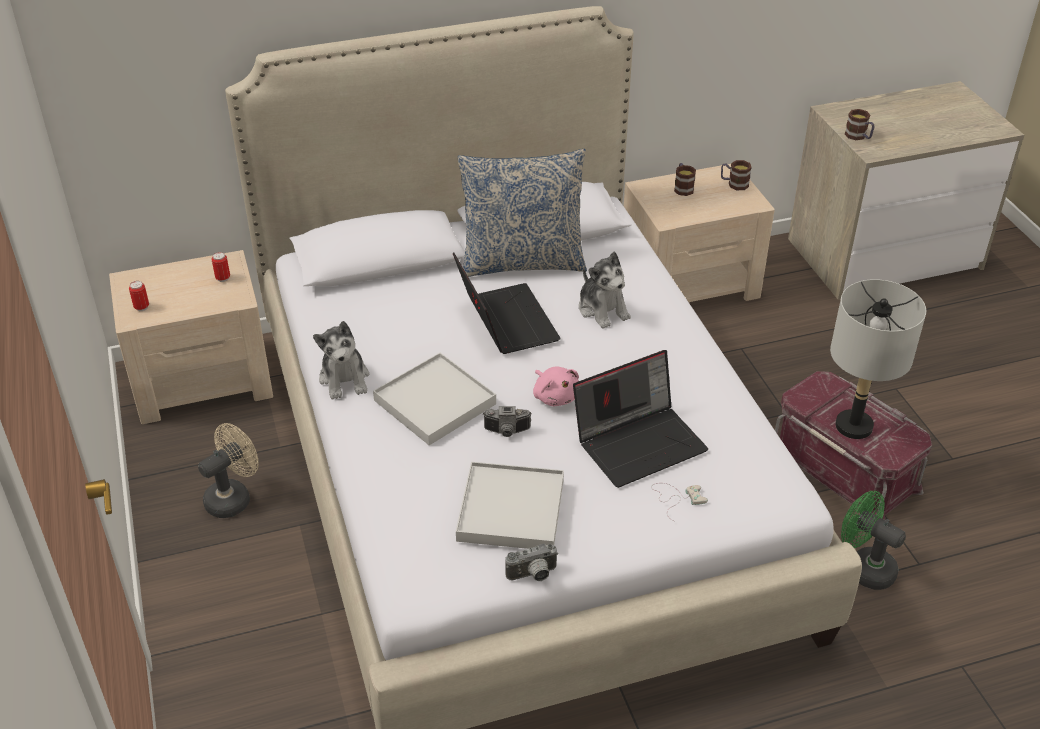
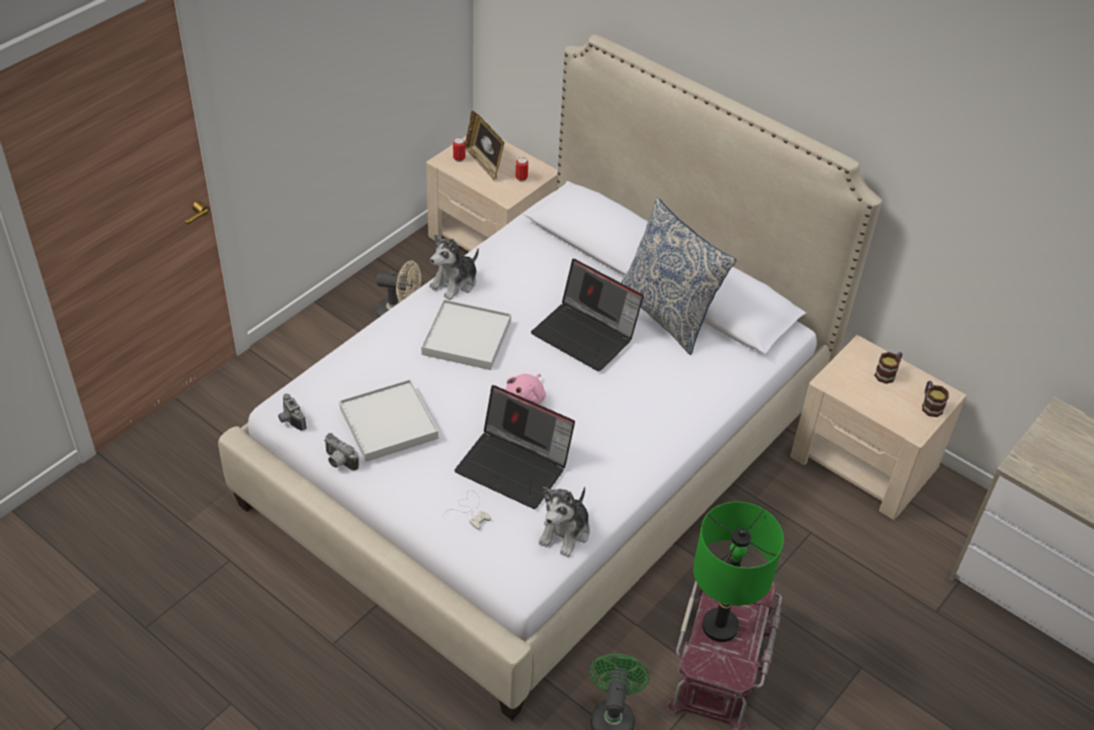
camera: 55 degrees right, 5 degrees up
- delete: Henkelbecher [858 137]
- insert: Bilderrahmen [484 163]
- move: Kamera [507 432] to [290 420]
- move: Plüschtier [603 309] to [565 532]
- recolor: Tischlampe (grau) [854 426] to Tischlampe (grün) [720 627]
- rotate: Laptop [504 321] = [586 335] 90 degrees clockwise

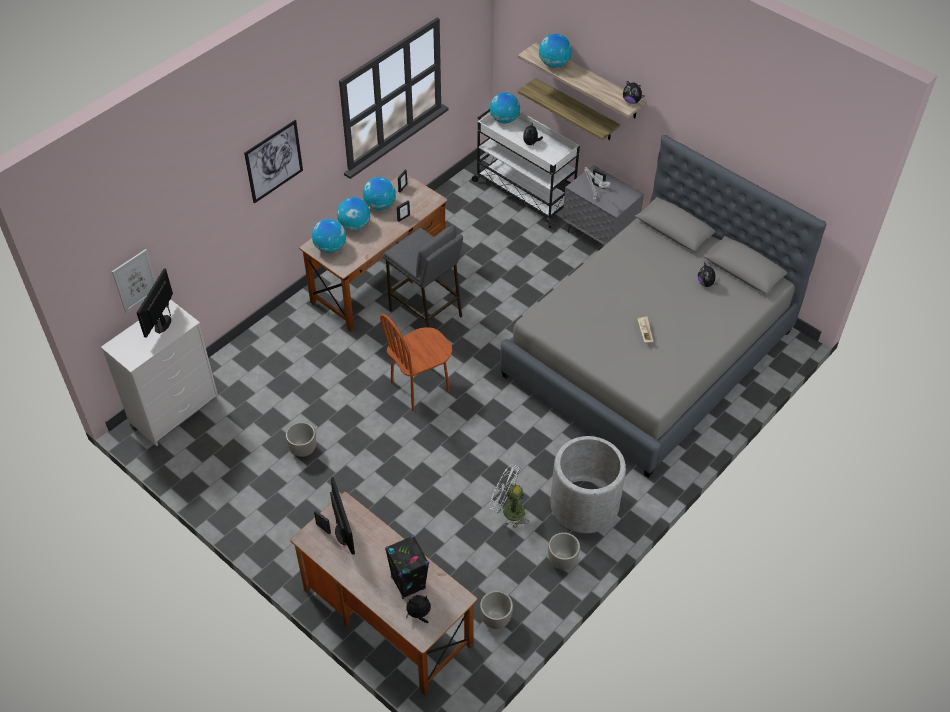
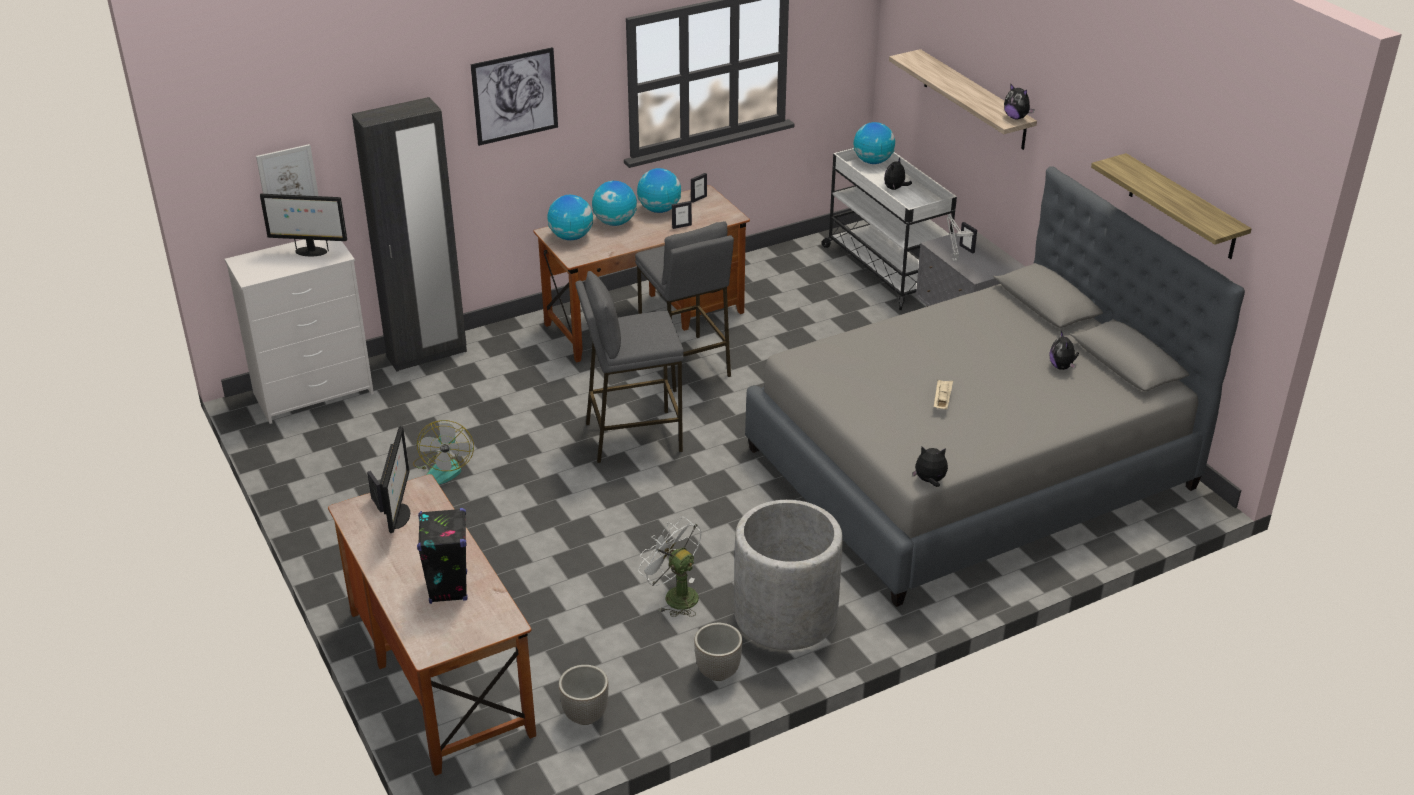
camera: 20 degrees right, 15 degrees down
- delete: Globus [554 64]
- insert: Kleiderschrank (schwarz) [427 354]
- move: Plüschtier [419 614] to [930 481]
- move: Wandregal [576 110] to [1182 207]
- replace: Pflanzkübel [303 450] to Ventilator [444 468]
- replace: Stuhl (braun) [420 387] to Hocker (grau) [632 436]
- rotate: Monitor [162 323] = [310 252] 120 degrees counterclockwise

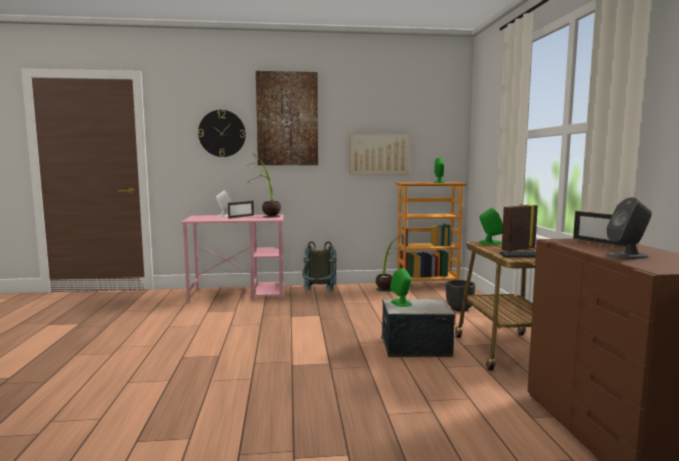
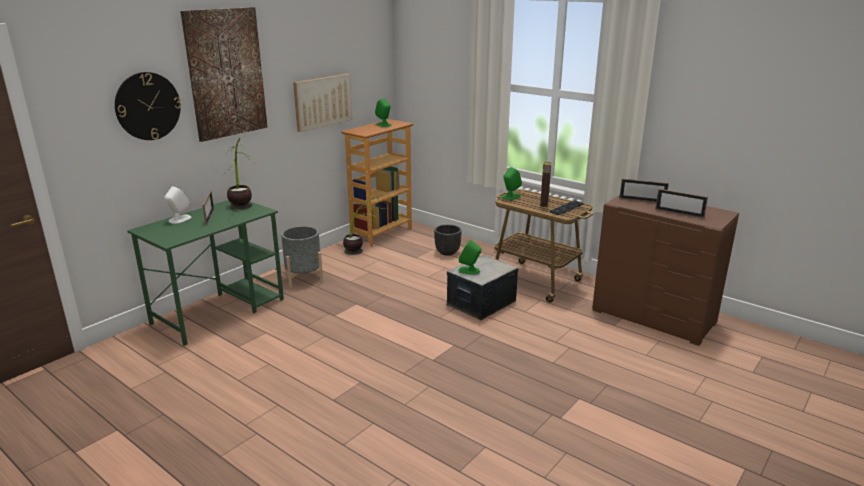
camera: 45 degrees left, 15 degrees up
- replace: Rucksack (grau) [318 293] to Pflanzkübel (grau) [304 278]
- replace: Lautsprecher (grau) [627 256] to Bilderrahmen [679 213]
- recolor: Schreibtisch (rosa) [238 294] to Schreibtisch (grün) [220 311]

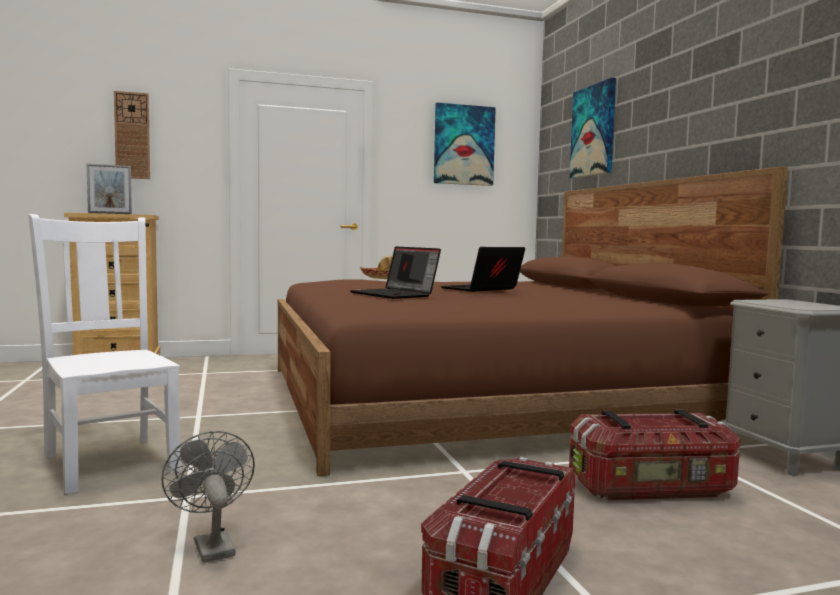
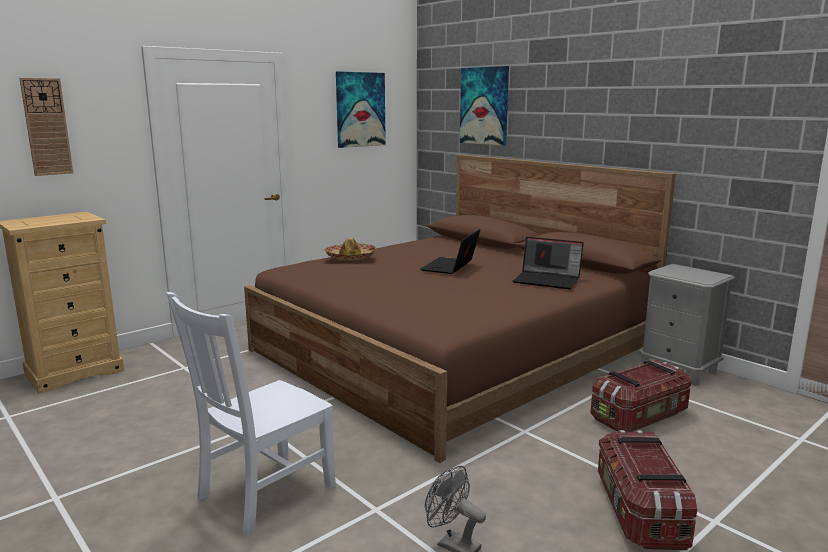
camera: 25 degrees left, 10 degrees up
- delete: Bilderrahmen [110 213]
- move: Laptop [395 295] to [548 280]
- rotate: Stuhl (weiß) [110 461] = [262 493] 75 degrees counterclockwise

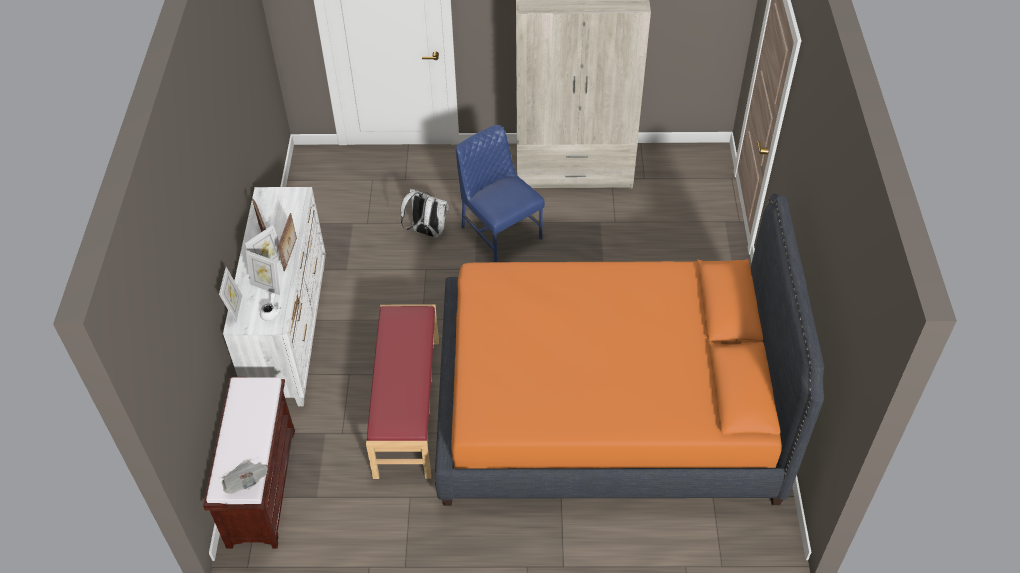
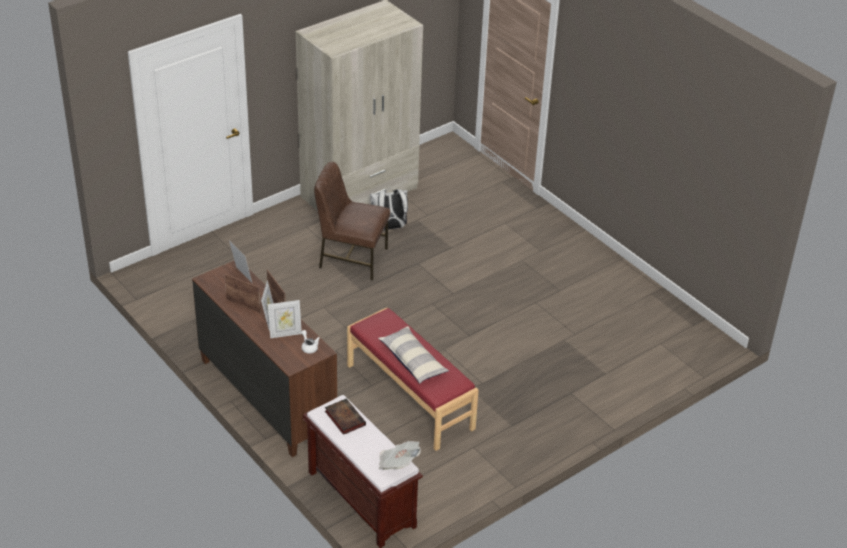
camera: 40 degrees left, 10 degrees down
- delete: Bett (orange) [607 406]
- insert: Buch [344 418]
- insert: Kissen [413 361]
- move: Bilderrahmen [235 308] to [241 276]
- move: Rucksack (weiß) [427 232] to [390 227]
- recolor: Kommode (weiß) [290 333] to Kommode (braun) [266 396]
- recolor: Stuhl (blau) [499 232] to Stuhl (braun) [352 258]

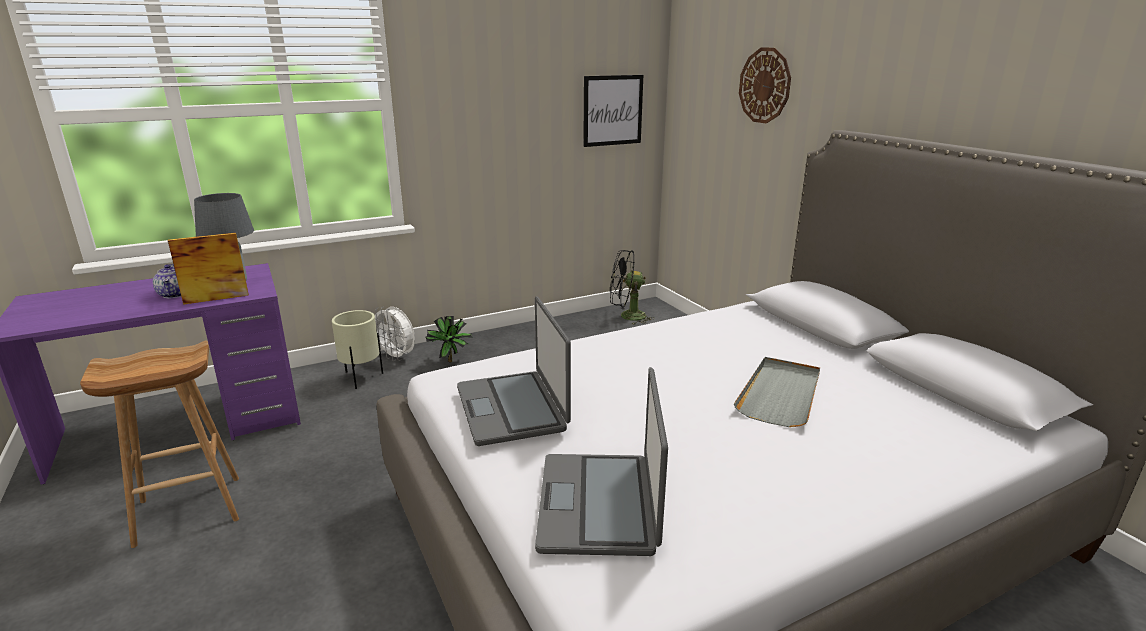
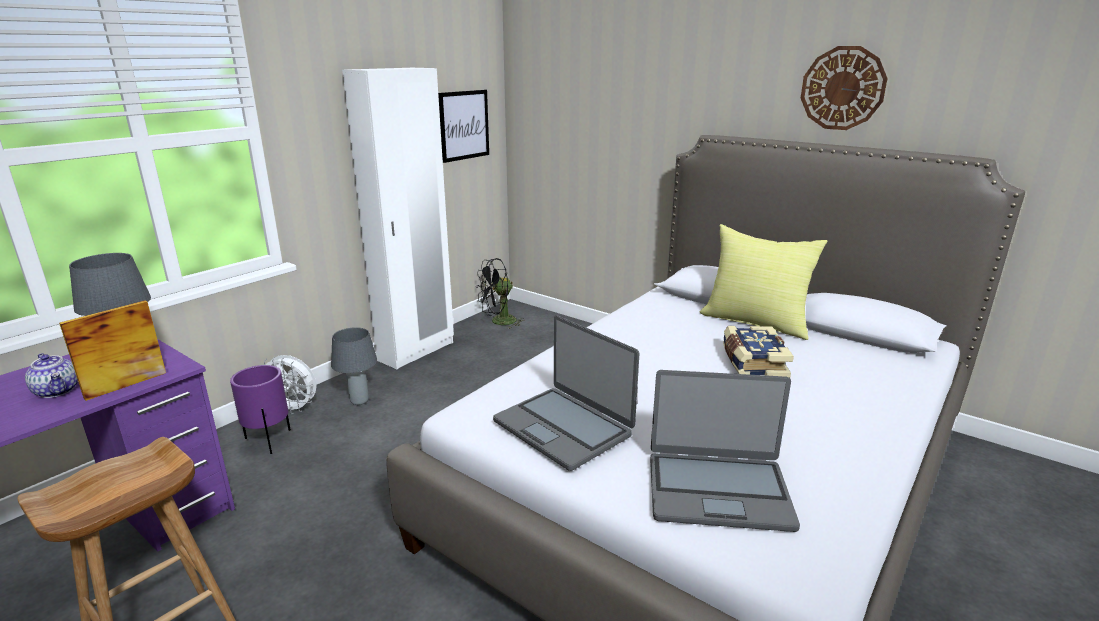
camera: 25 degrees left, 0 degrees up
- insert: Kleiderschrank (weiß) [416 351]
- insert: Kissen (gelb) [756 322]
- move: Wanduhr [764 85] to [842 88]
- replace: Topfpflanze [452 362] to Tischlampe (grau) [360 401]
- replace: Tablett (grau) [780 394] to Buch [752 363]
- recolor: Pflanzkübel (beige) [361 378] to Pflanzkübel (lila) [269 441]
- rotate: Laptop [599 504] = [718 491] 60 degrees counterclockwise

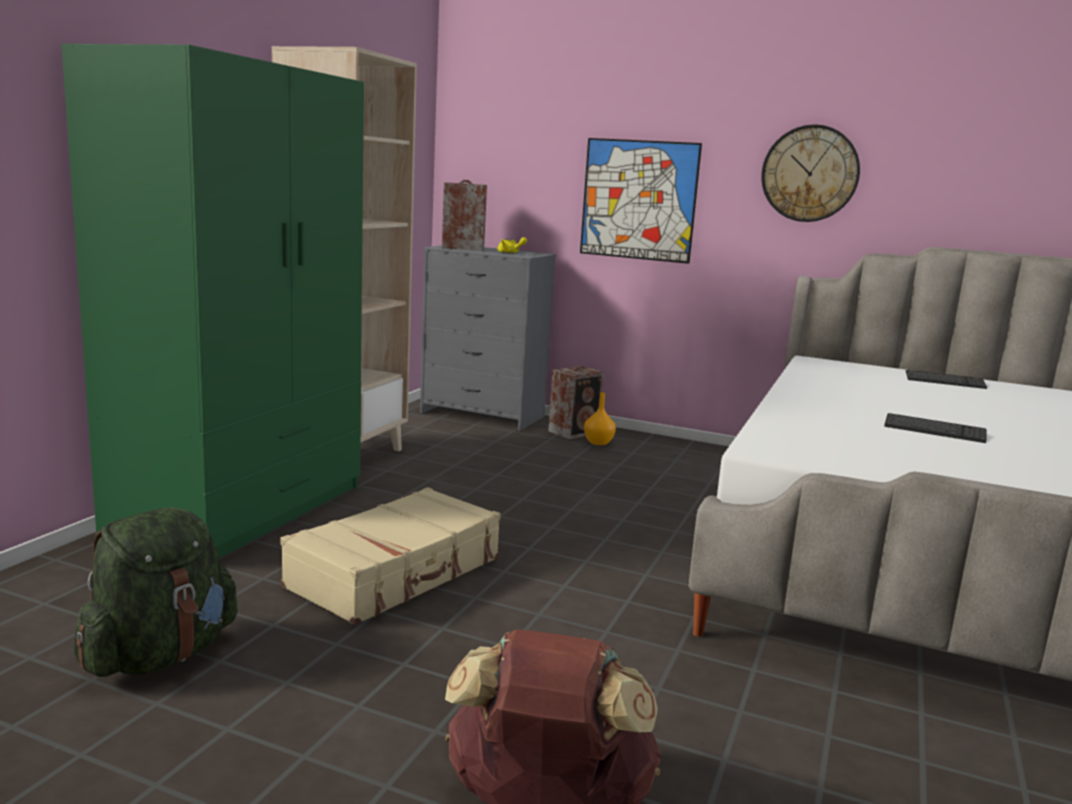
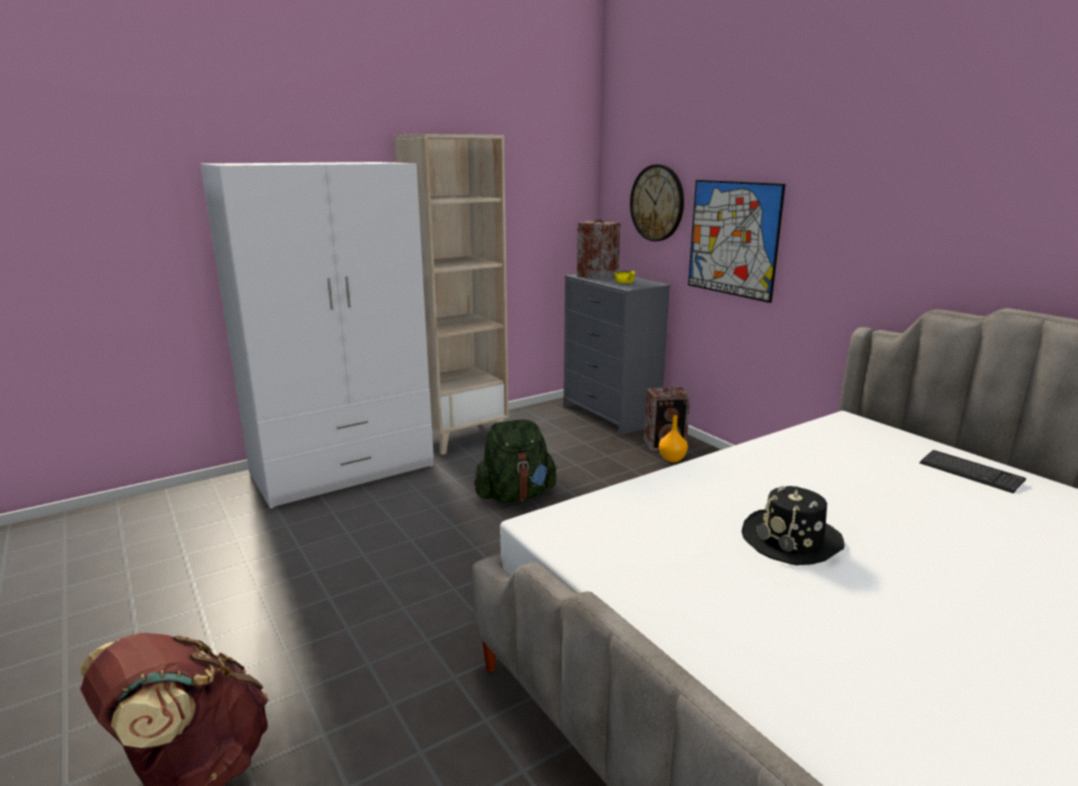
camera: 35 degrees right, 5 degrees up
- delete: Koffer (beige) [397 573]
- move: Rucksack (grün) [160 655] to [515 496]
- move: Wanduhr [810 173] to [657 203]
- replace: Tastatur [934 430] to Hut (schwarz) [792 540]
- recolor: Kleiderschrank (grün) [242 510] to Kleiderschrank (weiß) [343 469]

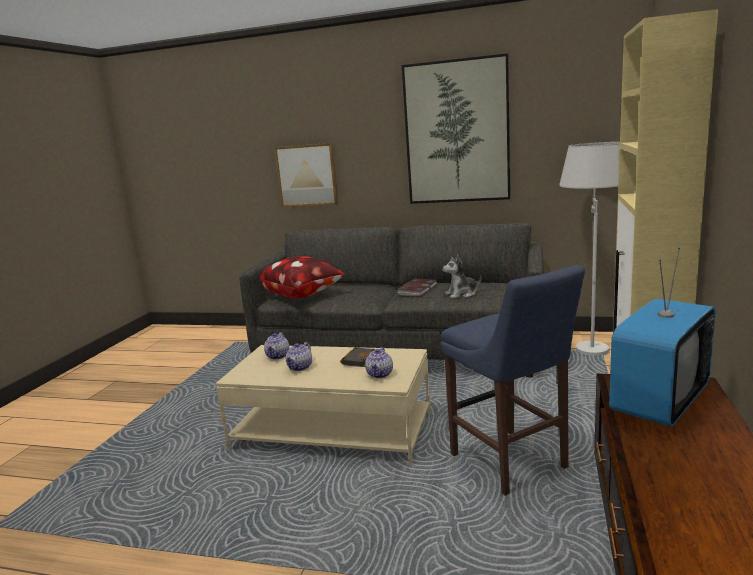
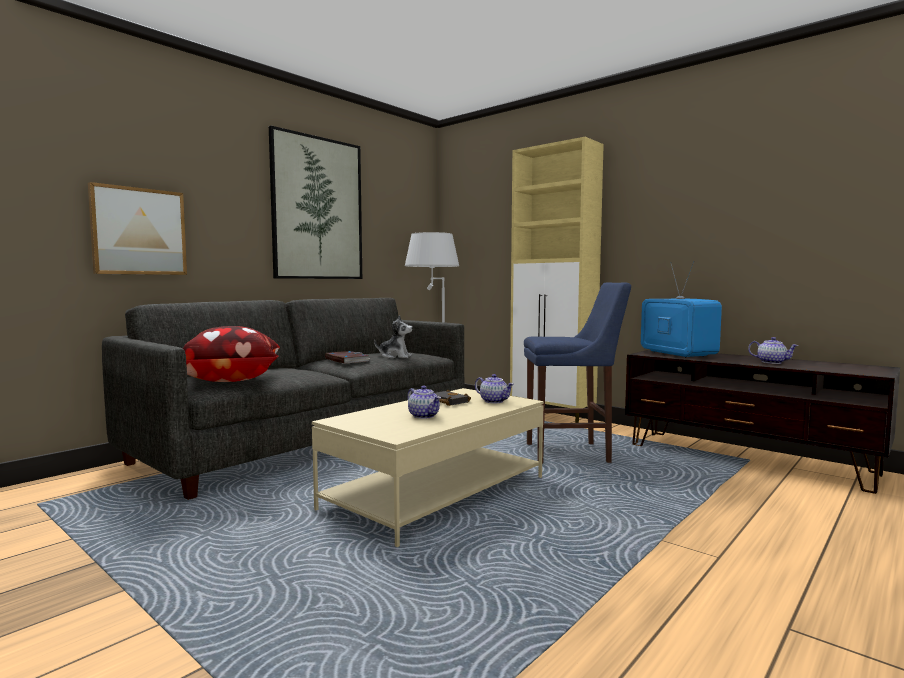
camera: 65 degrees left, 10 degrees down
- move: Teekanne [278 356] to [772 362]
- rotate: Plüschtier [461 294] = [395 356] 90 degrees counterclockwise

